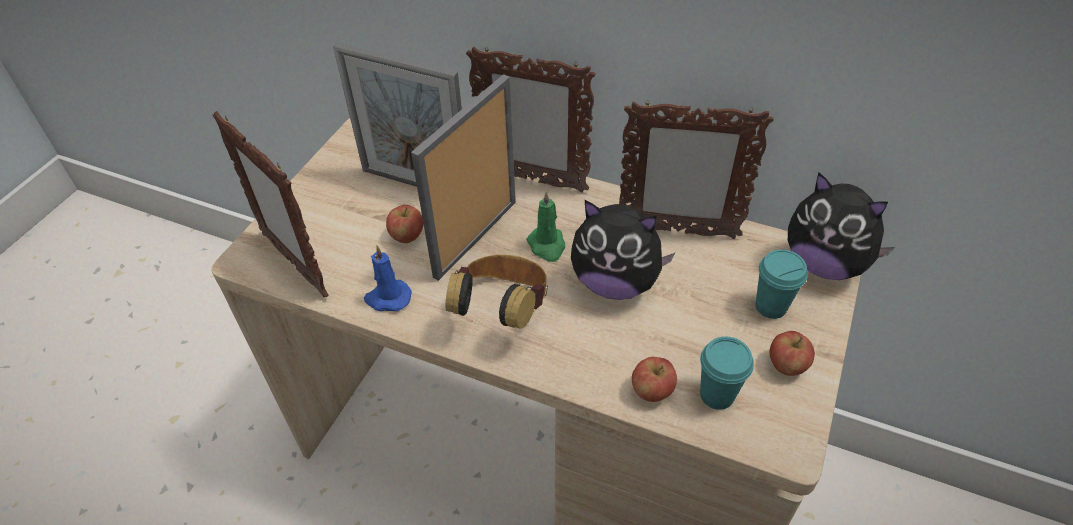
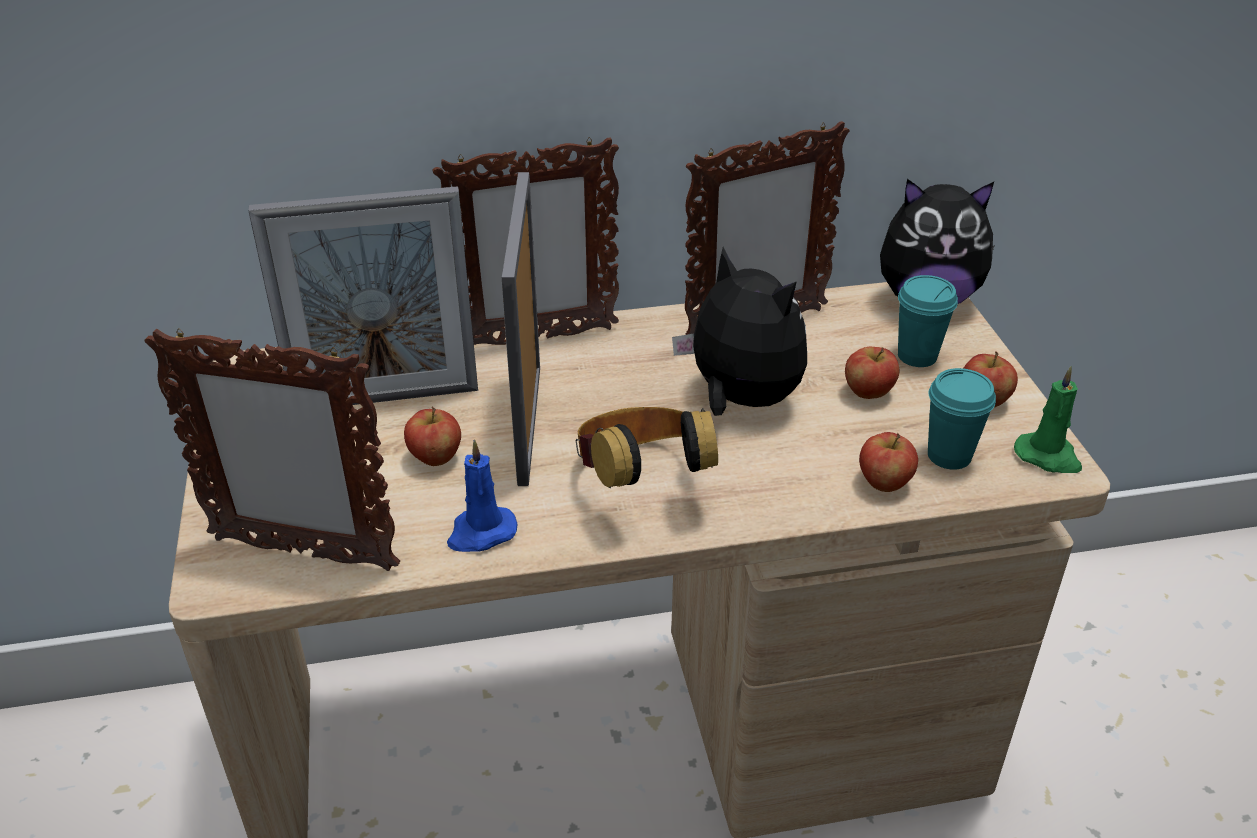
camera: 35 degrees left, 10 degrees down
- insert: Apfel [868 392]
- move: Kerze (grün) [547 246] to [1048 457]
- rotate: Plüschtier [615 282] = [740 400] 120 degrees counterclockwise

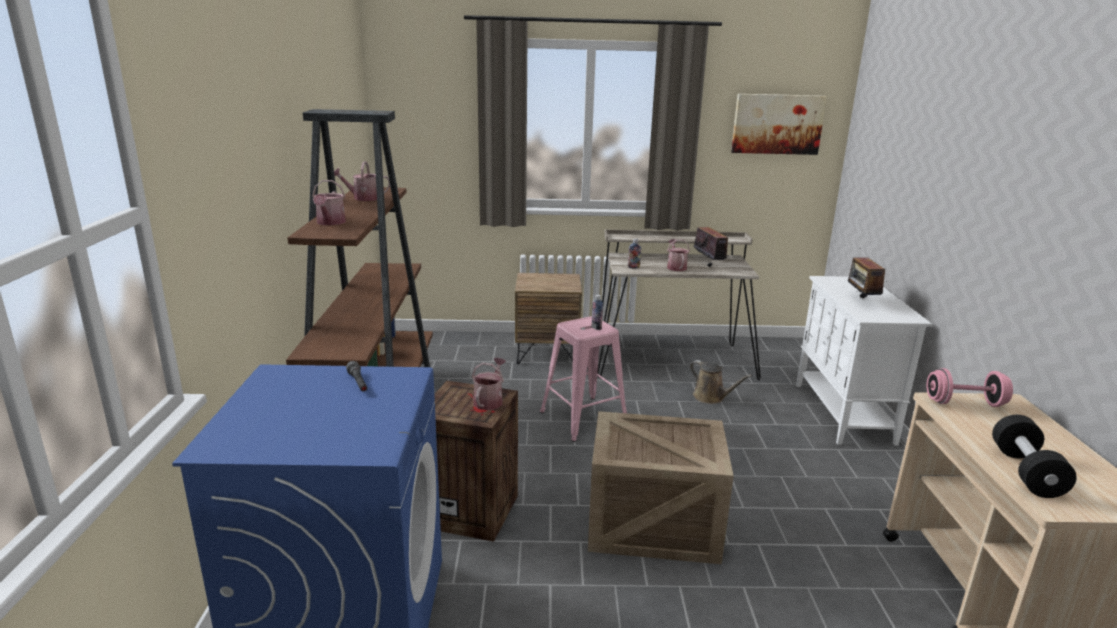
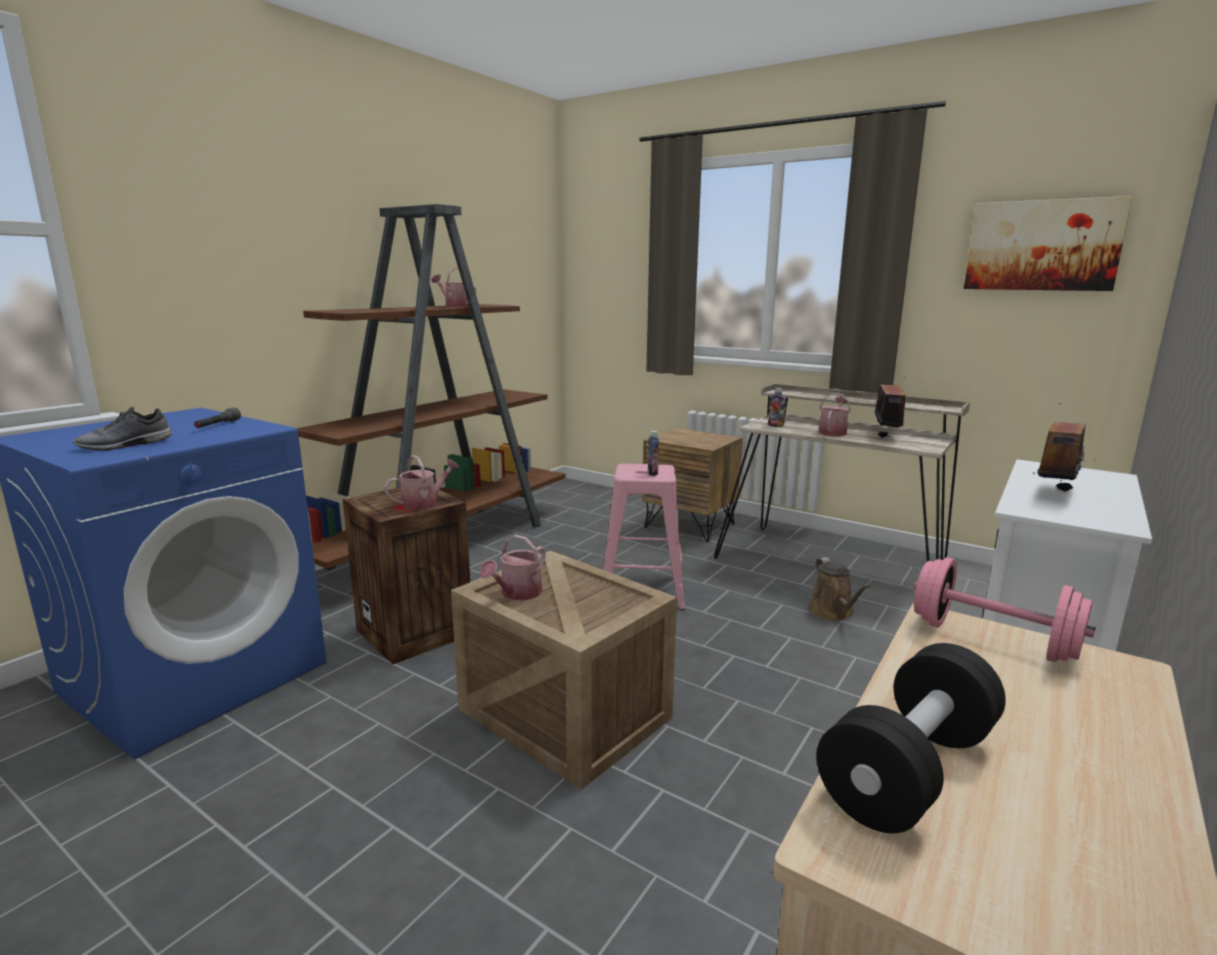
camera: 35 degrees right, 5 degrees down
- insert: Schuh (grau) [125 445]
- move: Gießkanne [330 223] to [517 594]

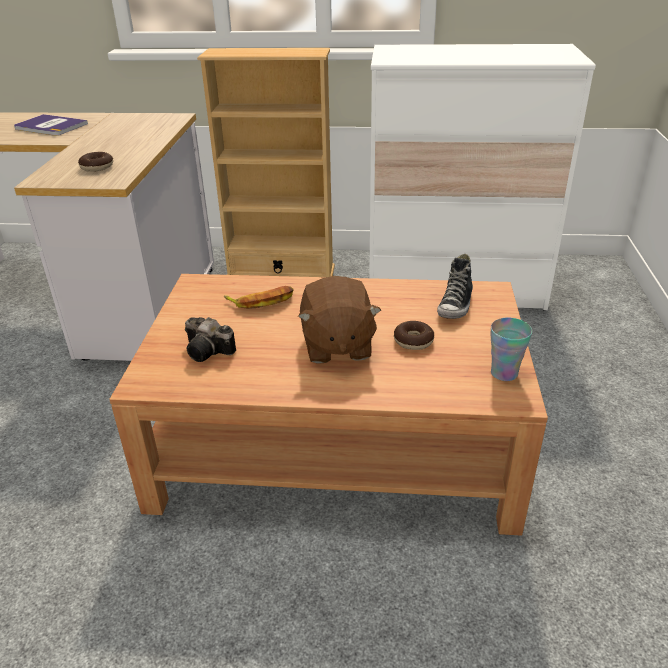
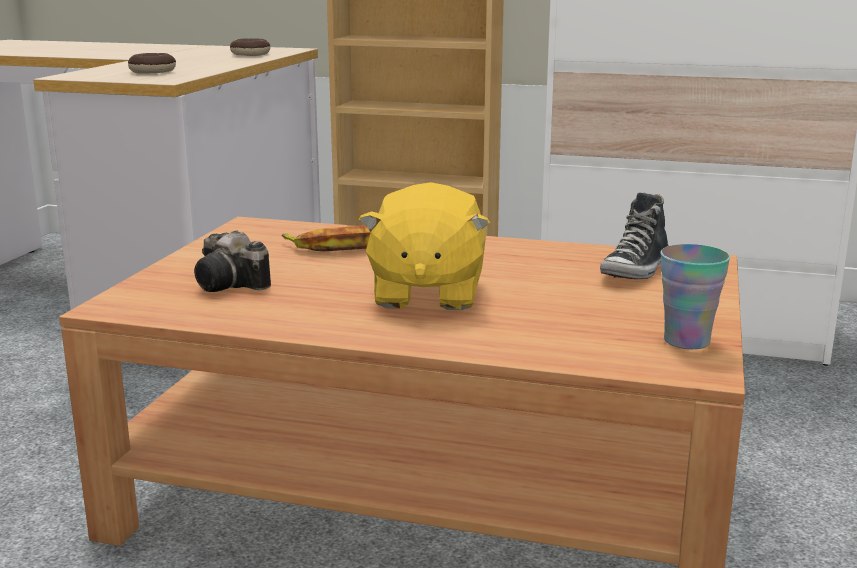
camera: 10 degrees right, 15 degrees down
- delete: Buch [50 126]
- move: Donut [413 341] to [250 54]
- recolor: Plüschtier (braun) [336 345] to Plüschtier (gelb) [426 294]

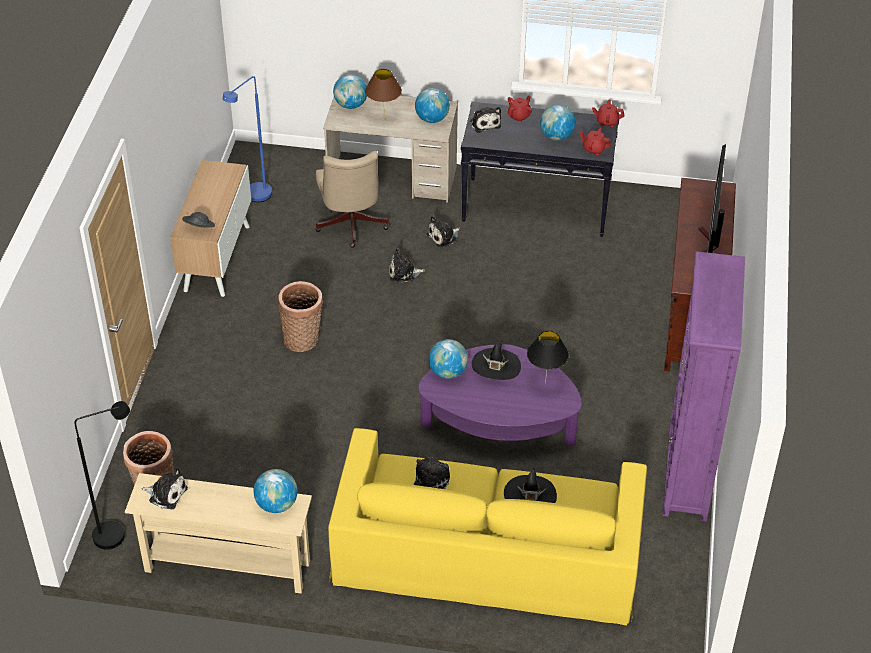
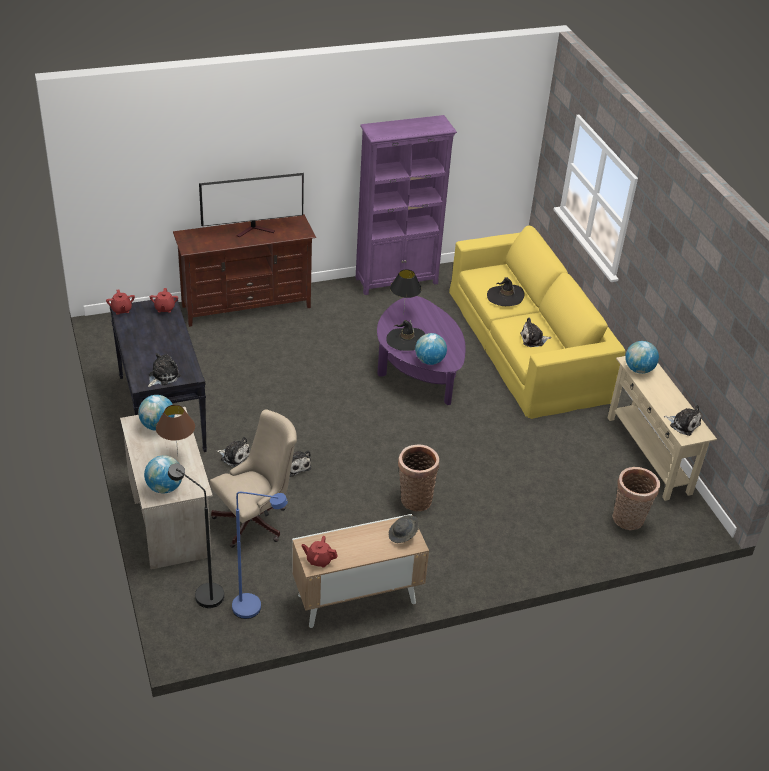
camera: 120 degrees left, 5 degrees down
- delete: Globus [556 136]
- move: Stehlampe (schwarz) [117 533] to [203 593]
- move: Teekanne (rot) [519 116] to [319 560]
- rotate: Plüschtier [166 493] = [683 424] 135 degrees clockwise

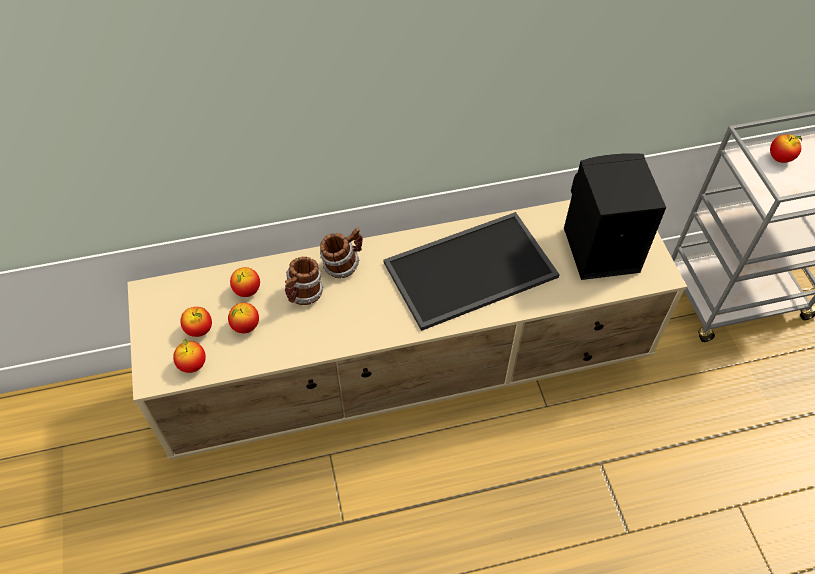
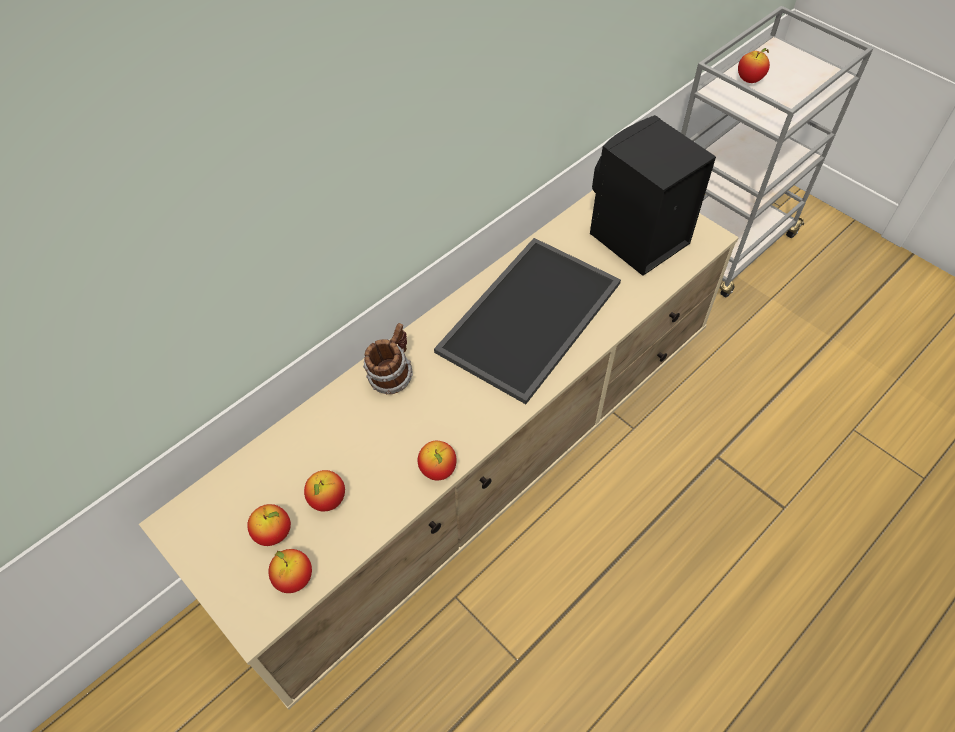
camera: 30 degrees left, 0 degrees up
- delete: Henkelbecher [304 295]
- move: Apfel [247 291] to [438 470]

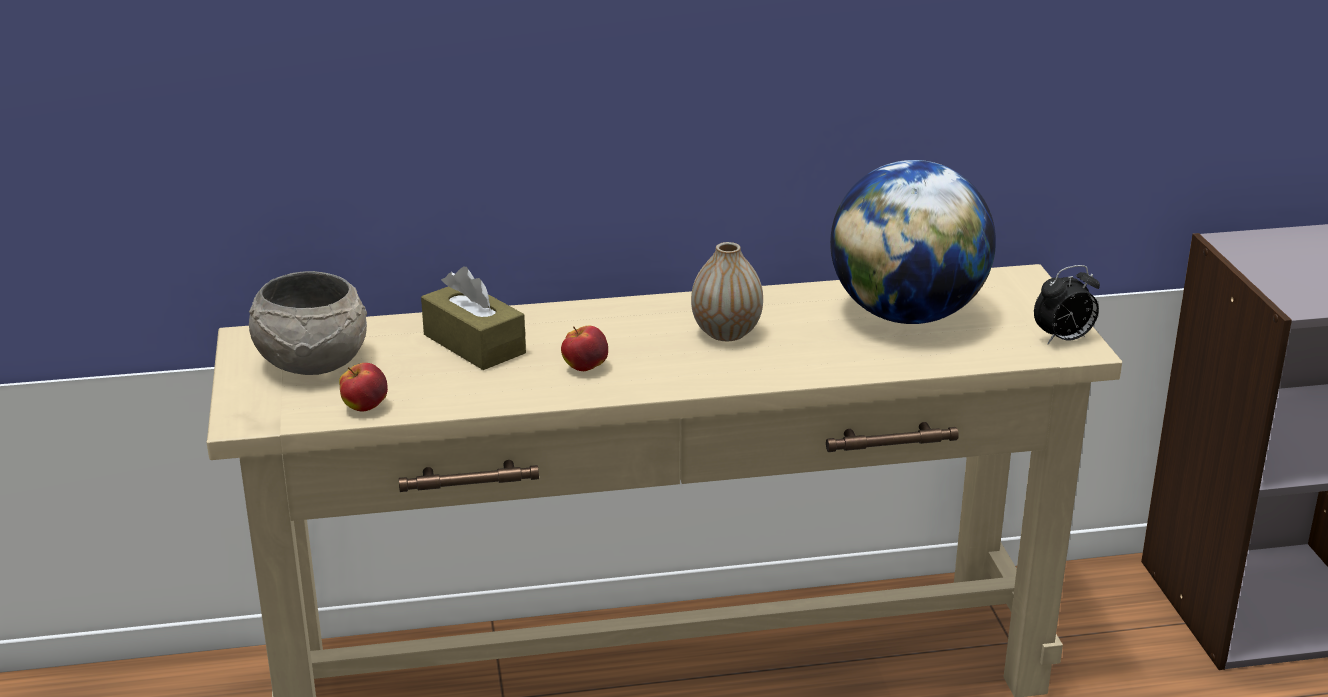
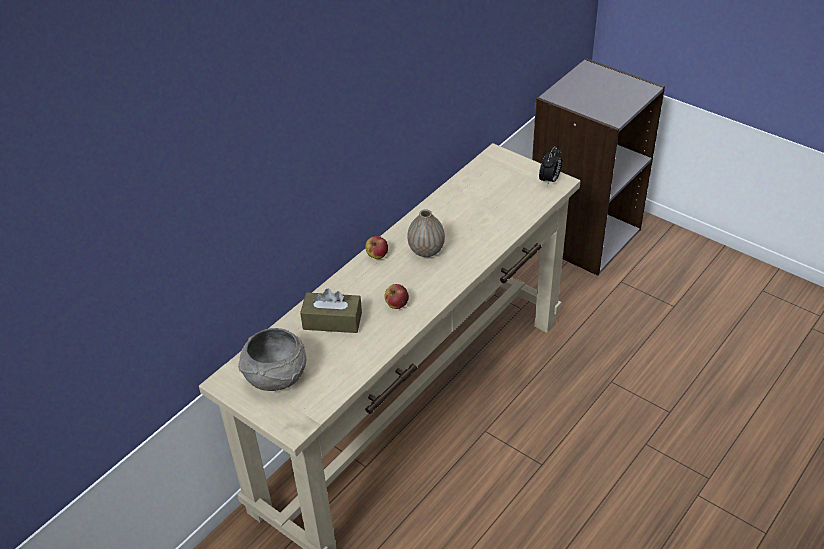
camera: 40 degrees left, 15 degrees up
- delete: Globus [907 315]
- move: Apfel [365 407] to [377 256]

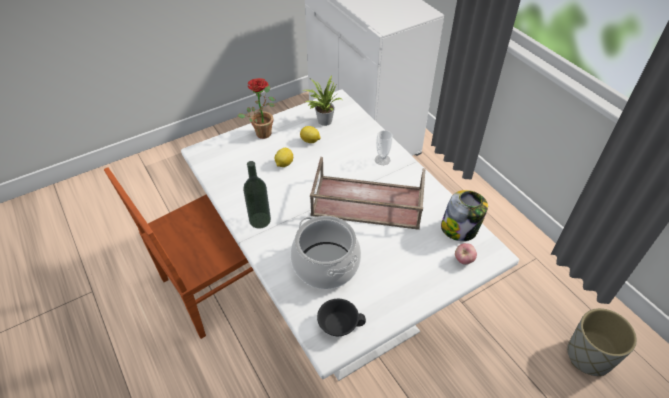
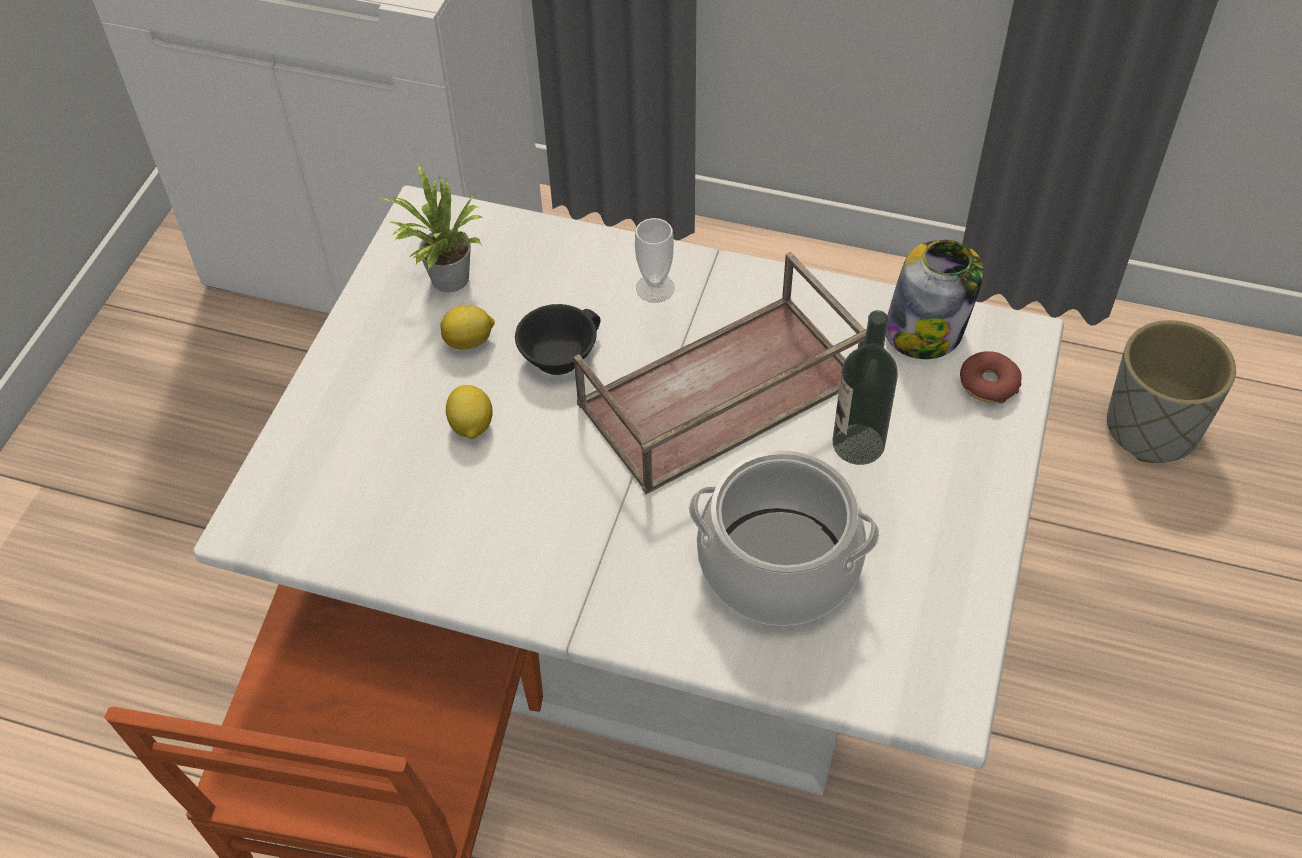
camera: 40 degrees left, 5 degrees up
- delete: Topfpflanze [263 131]
- move: Flasche [260 220] to [858 444]
- move: Tasse (schwarz) [339 324] to [558 353]
- replace: Apfel [463 260] to Donut [988 384]

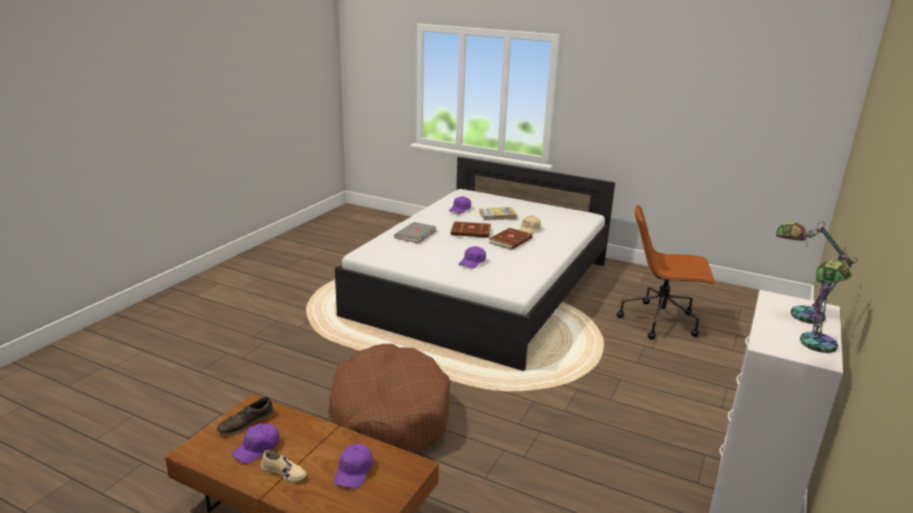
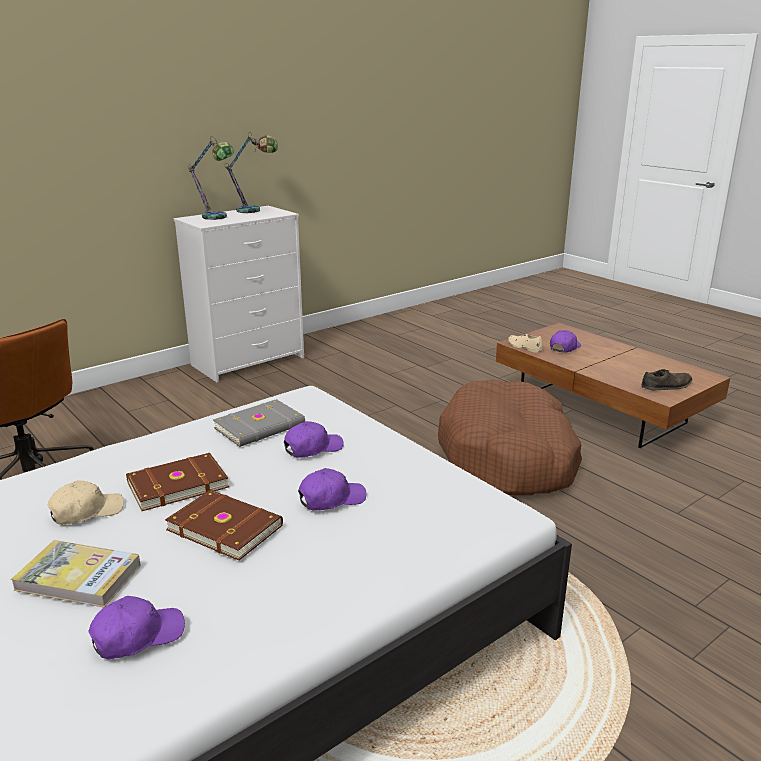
camera: 155 degrees left, 0 degrees up
- move: Kappe (lila) [257 448] to [331 499]
- move: Schuh (beige) [284 472] to [524 347]
- move: Buch (grau) [414 234] to [261 427]

